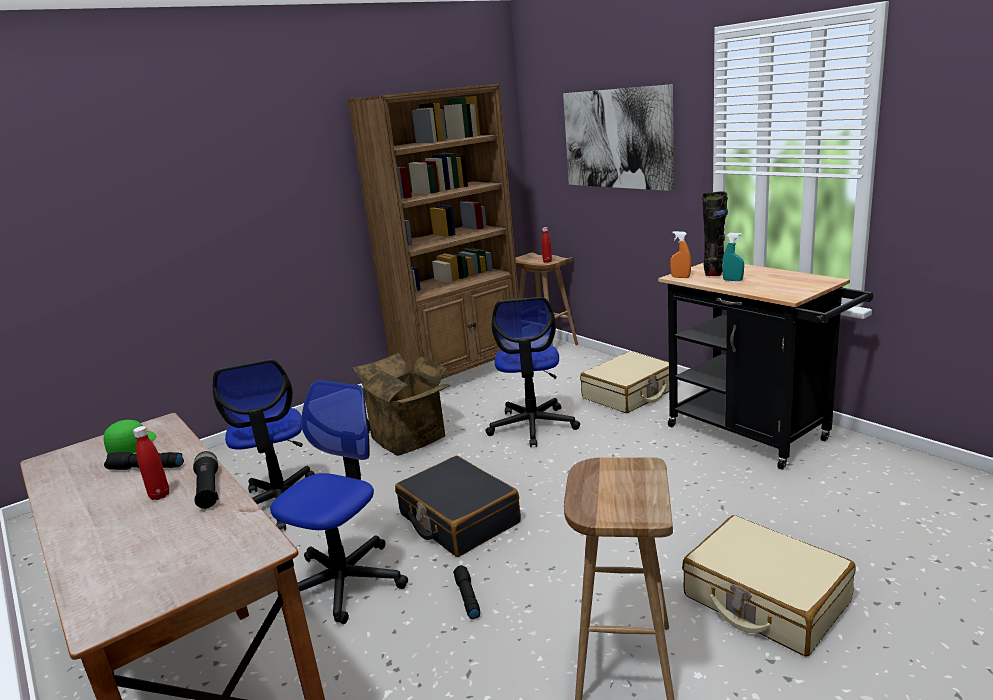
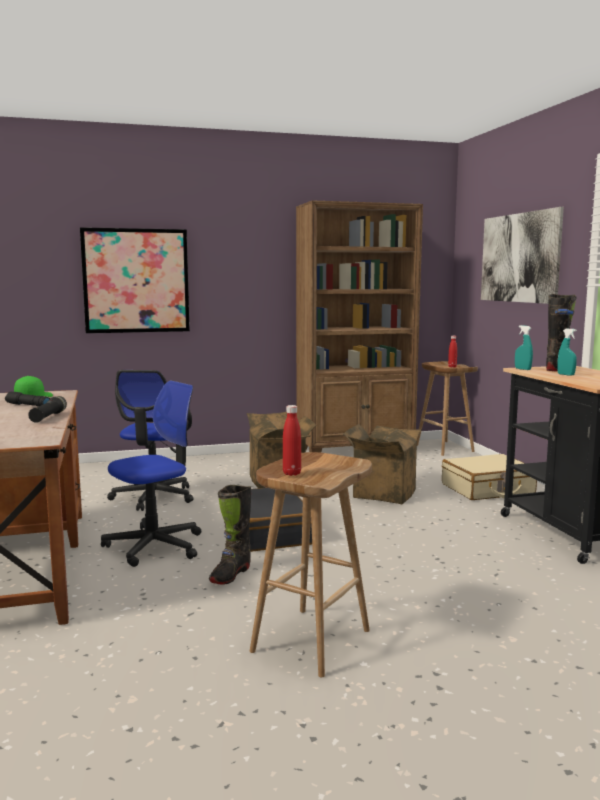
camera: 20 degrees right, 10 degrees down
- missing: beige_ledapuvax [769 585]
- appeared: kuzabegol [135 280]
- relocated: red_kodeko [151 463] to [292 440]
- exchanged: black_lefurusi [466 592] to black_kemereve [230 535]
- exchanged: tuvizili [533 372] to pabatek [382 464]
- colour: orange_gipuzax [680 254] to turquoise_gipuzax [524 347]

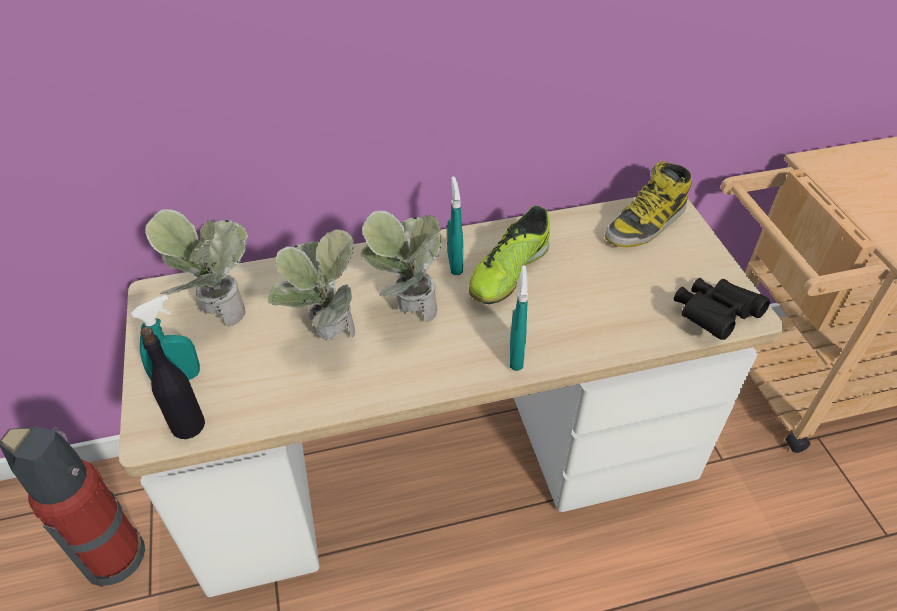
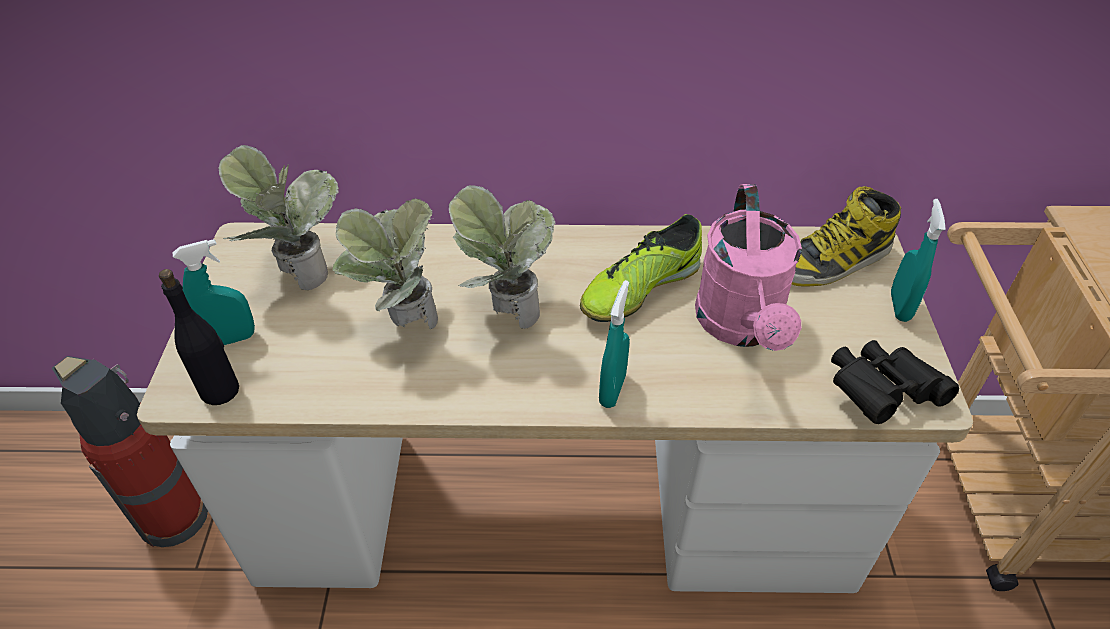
camera: 15 degrees right, 0 degrees up
- appeared: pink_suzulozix [748 267]
- relocated: turquoise_gipuzax [455 225] to [918 260]

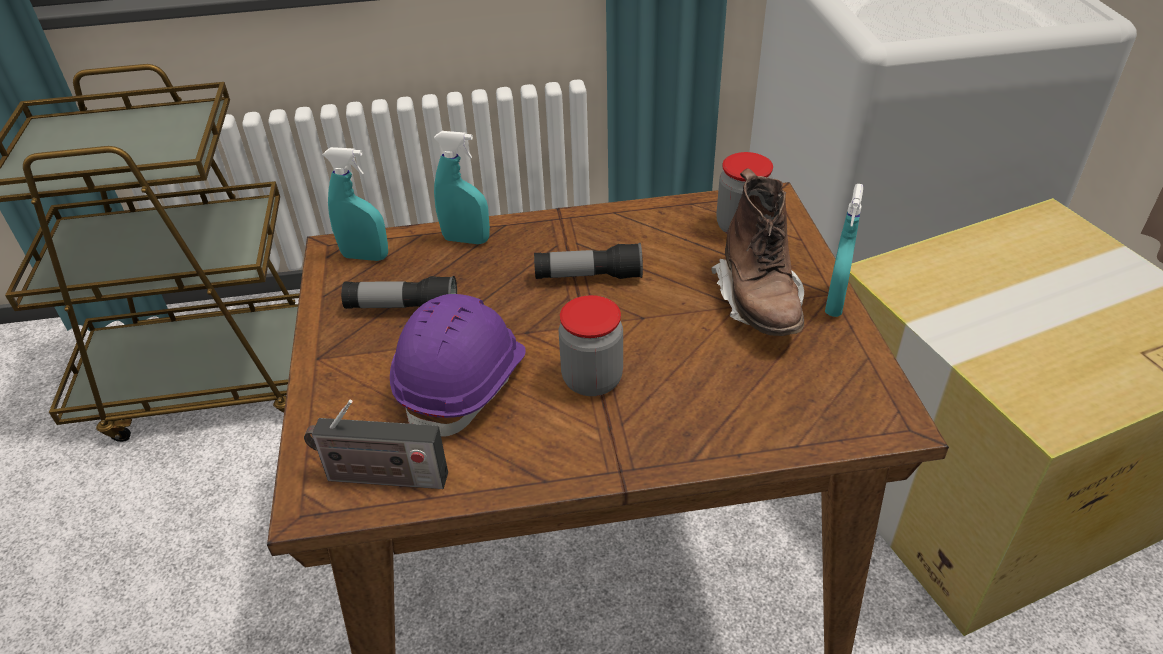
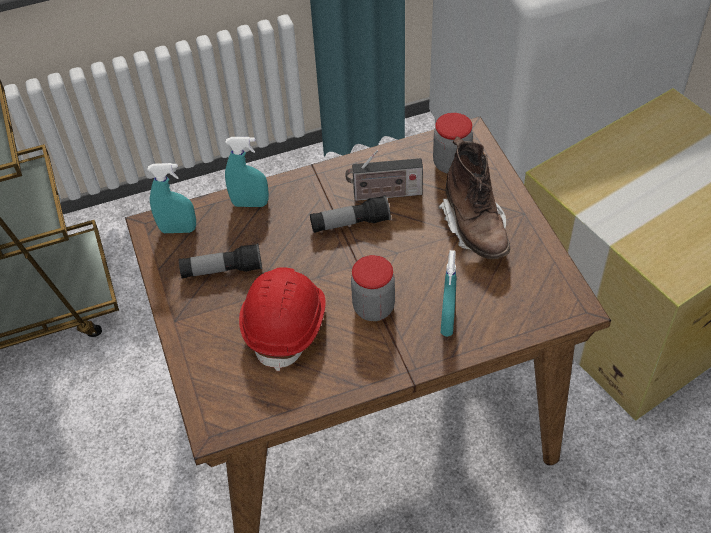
camera: 10 degrees left, 10 degrees up
- relocated: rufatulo [376 444] to [384 175]
- relocated: turquoise_gipuzax [844 250] to [448 293]
- colour: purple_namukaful [458 365] to red_namukaful [282 319]

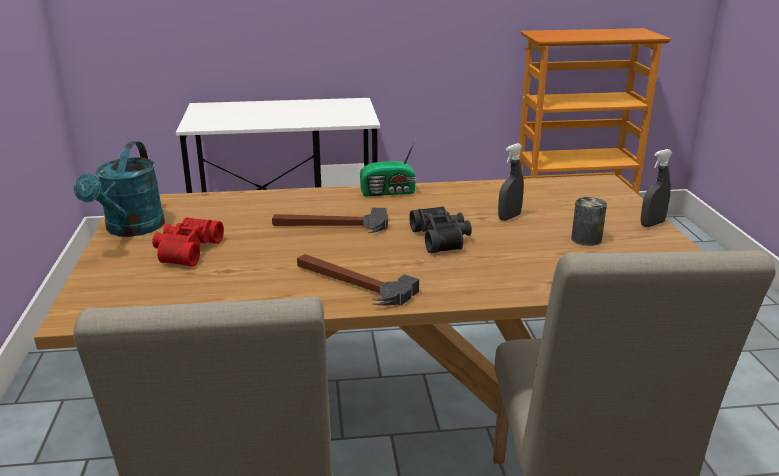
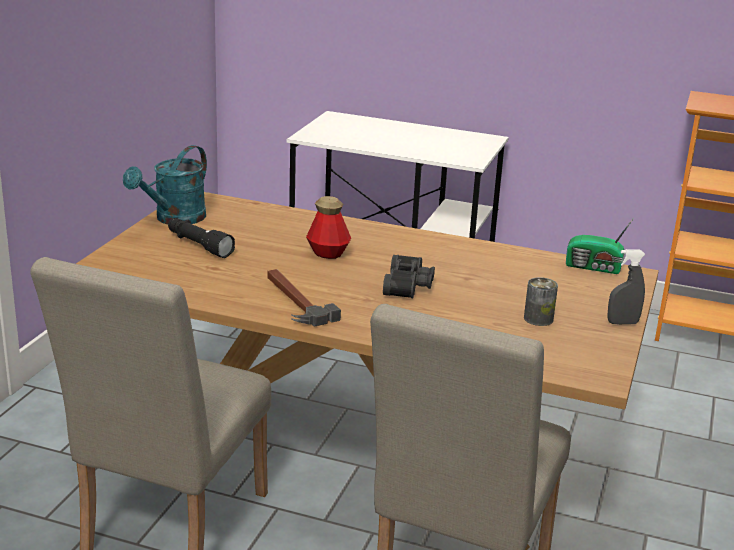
camera: 25 degrees right, 0 degrees up
- missing: grey_gipuzax [511 182]
- relocated: rufatulo [388 167] to [600 246]
- exchanged: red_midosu [188 242] to black_lefurusi [201 238]
- exchanged: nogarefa [330 220] to kodeko [328 227]

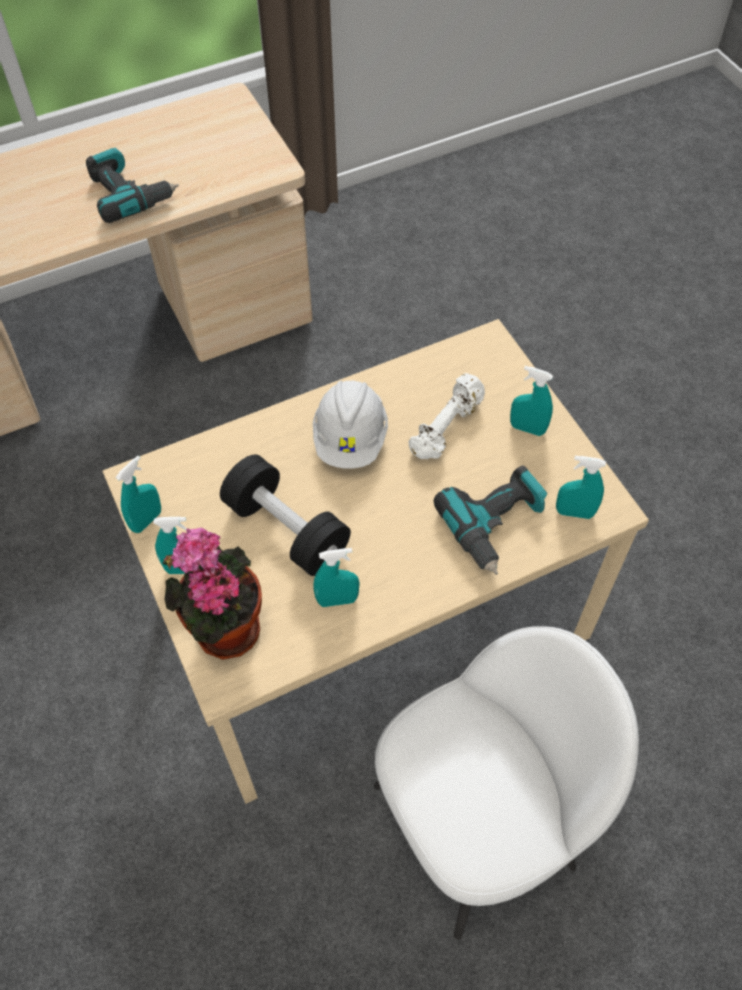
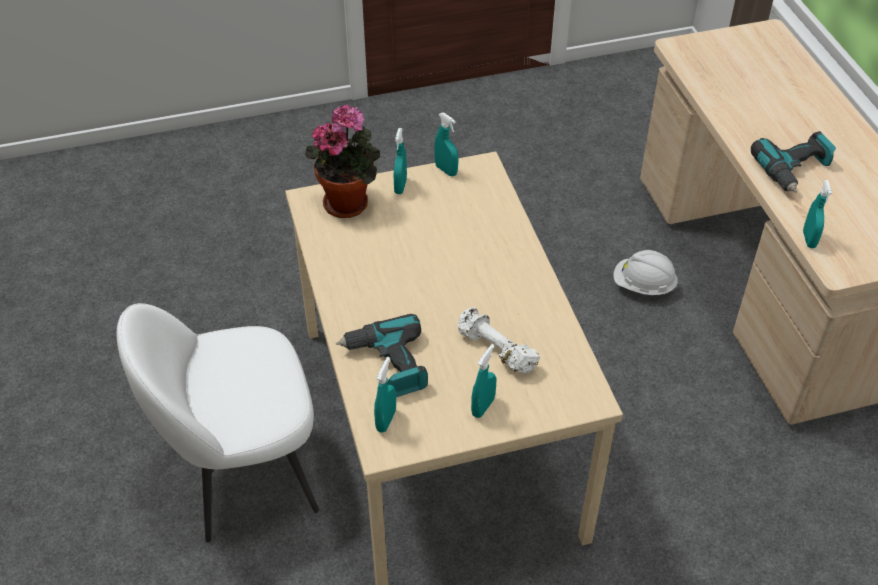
camera: 100 degrees right, 10 degrees down
- missing: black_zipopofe [285 515]
- relocated: white_namukaful [350 424] to [645 272]
- relocated: turquoise_gipuzax [336 577] to [817 214]
- spun: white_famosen [506 783] = [218 423] 90 degrees clockwise

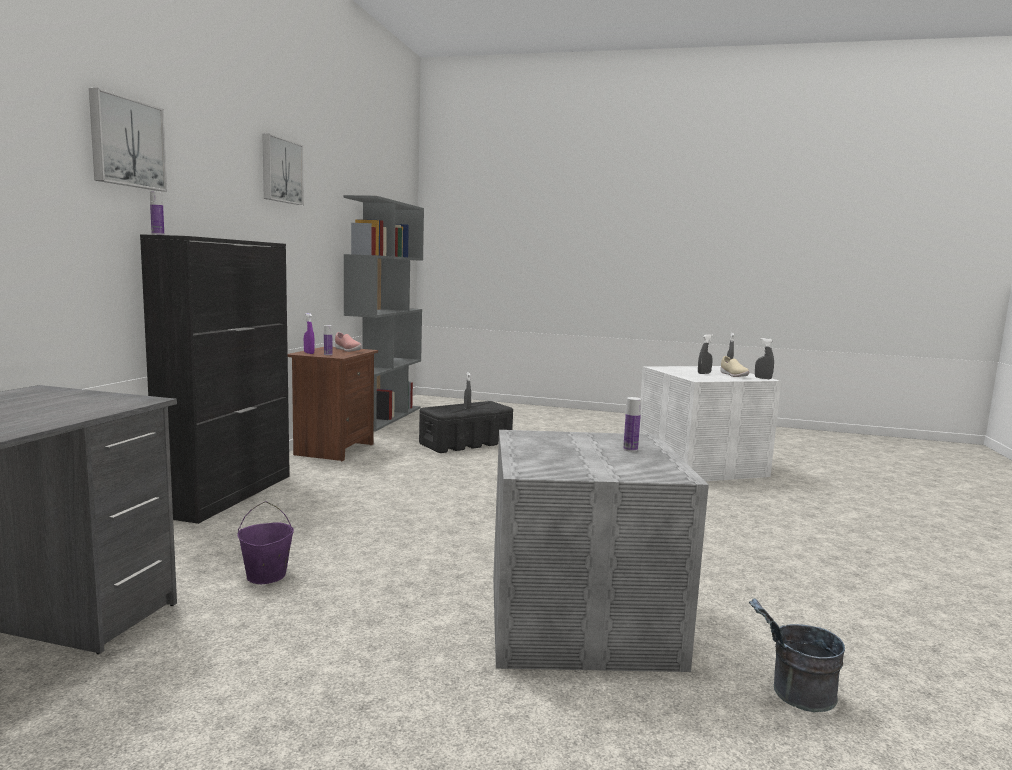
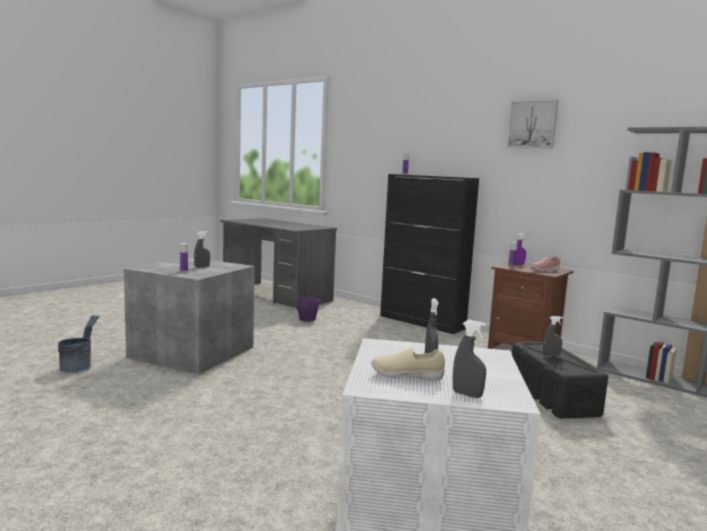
camera: 115 degrees right, 0 degrees up
- missing: kuzabegol [128 139]
- relocated: grey_gipuzax [764 358] to [202 249]

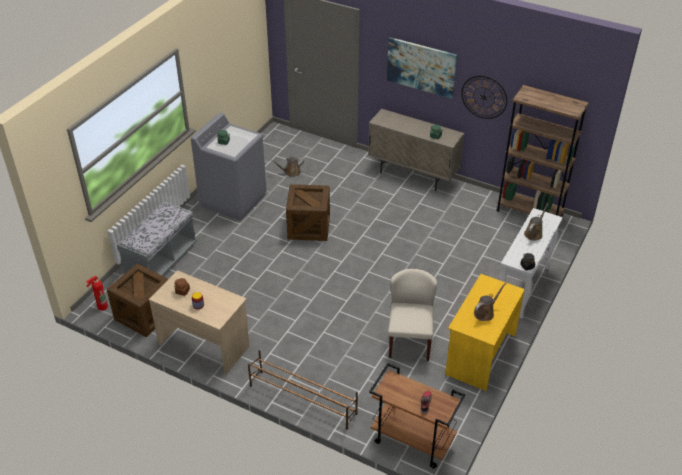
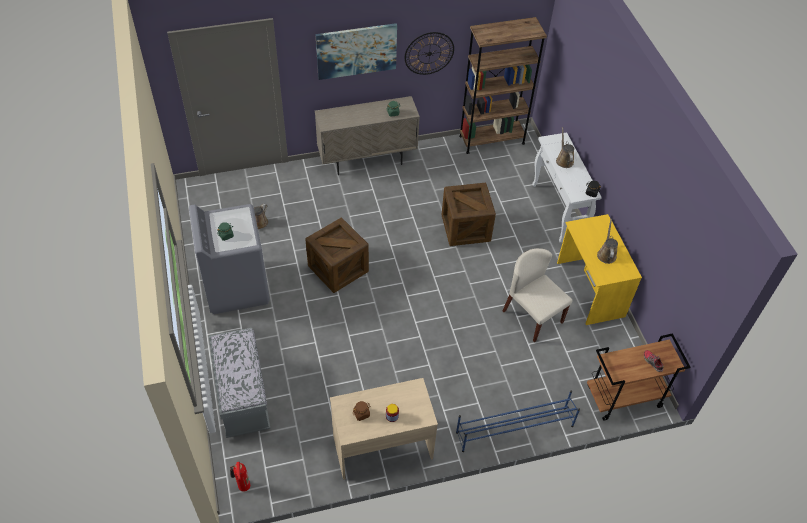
camera: 45 degrees left, 10 degrees up
- relocated: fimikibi [137 300] to [469 214]
- colour: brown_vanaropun [303 389] to blue_vanaropun [518 421]

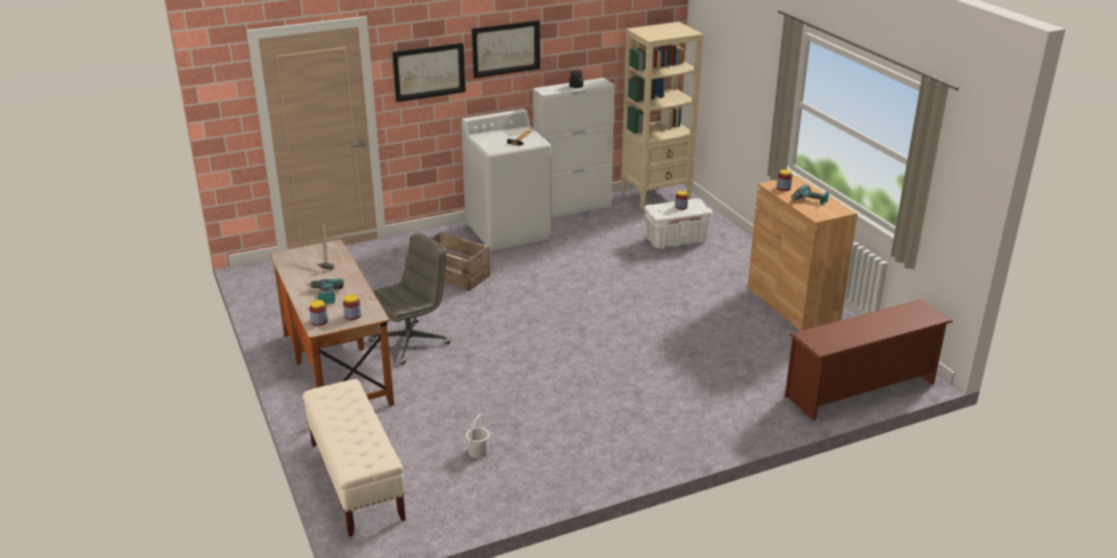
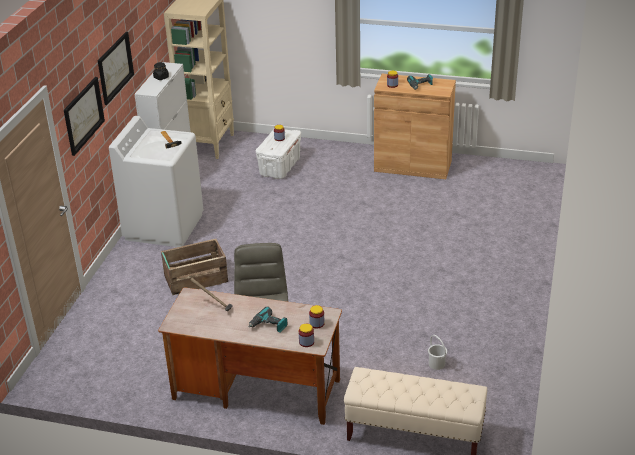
camera: 50 degrees left, 5 degrees up
- missing: brown_vanaropun [869 359]

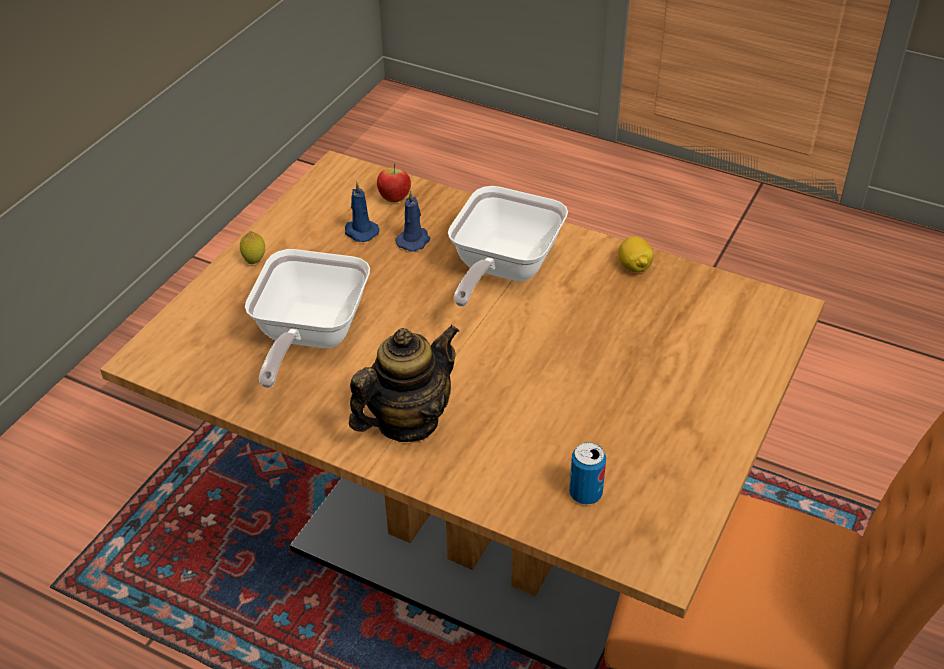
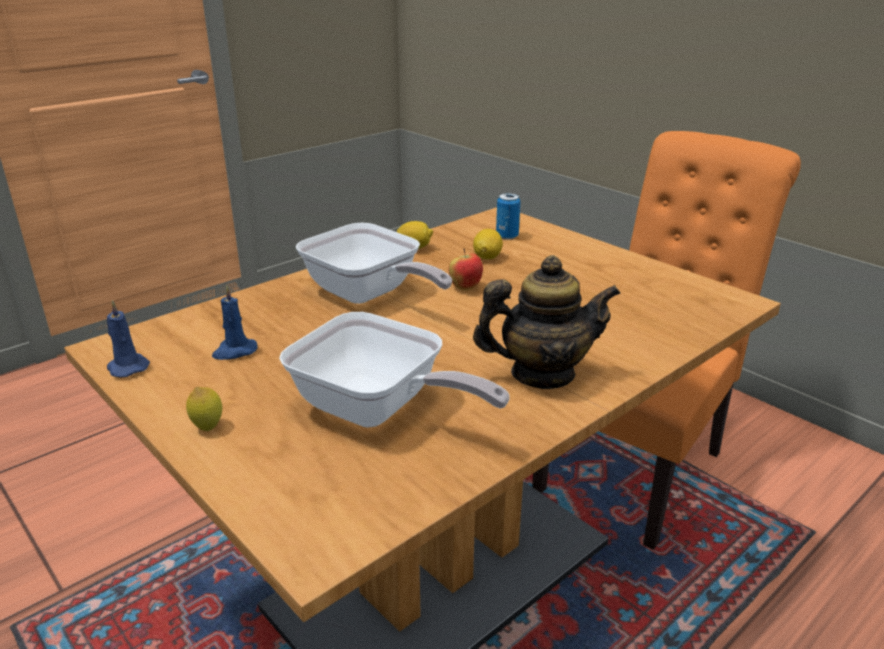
camera: 70 degrees left, 15 degrees down
- appeared: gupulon [488 244]
- relocated: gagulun [394 183] to [466 269]
- relocated: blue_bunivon [412 221] to [128 338]
- relocated: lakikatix [587 473] to [508 216]
- spun: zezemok [404 383] = [547 322] 105 degrees clockwise

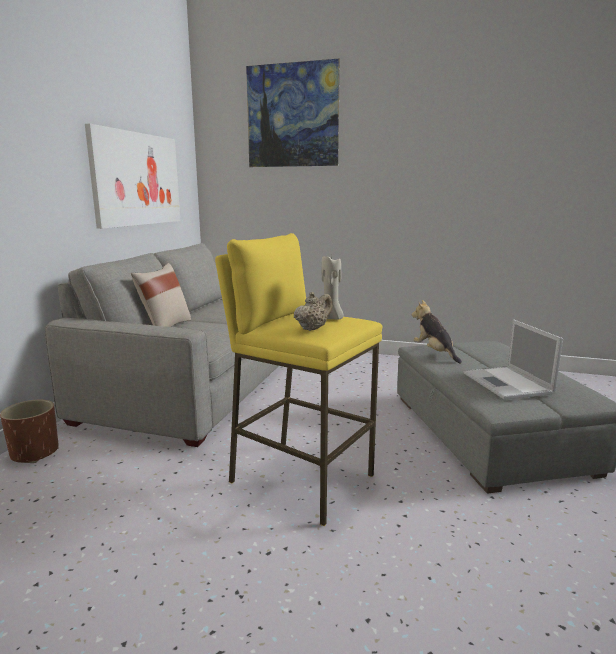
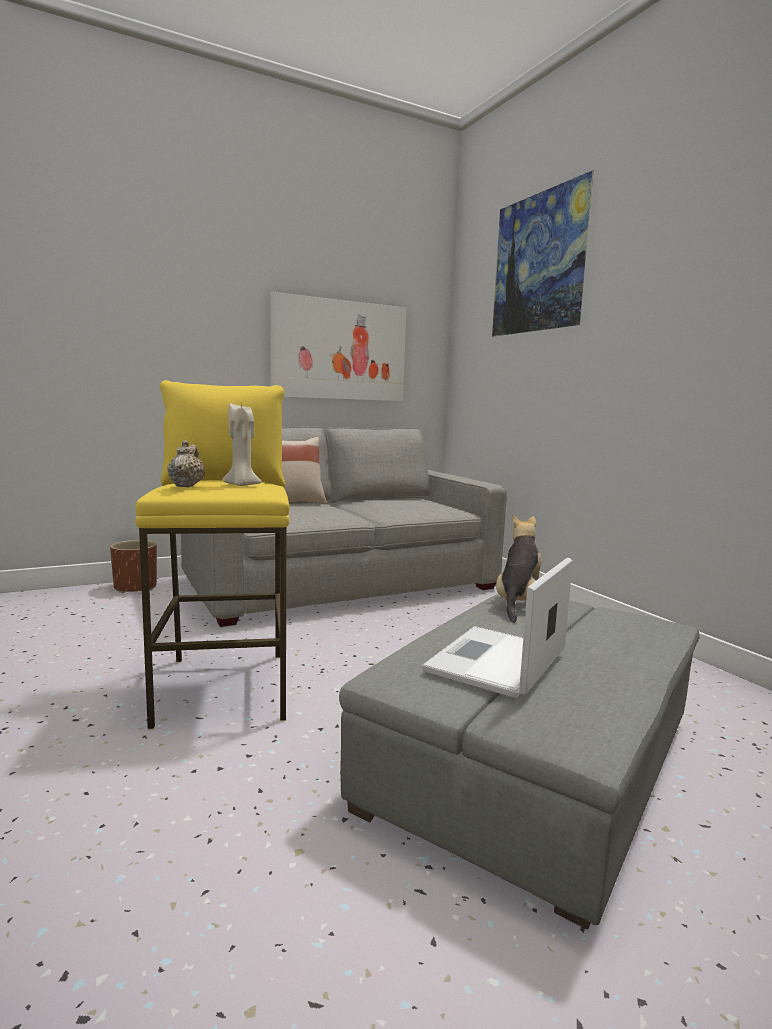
camera: 45 degrees right, 5 degrees down
- spun: beige_zezemok [313 311] = [186 463] 90 degrees counterclockwise

